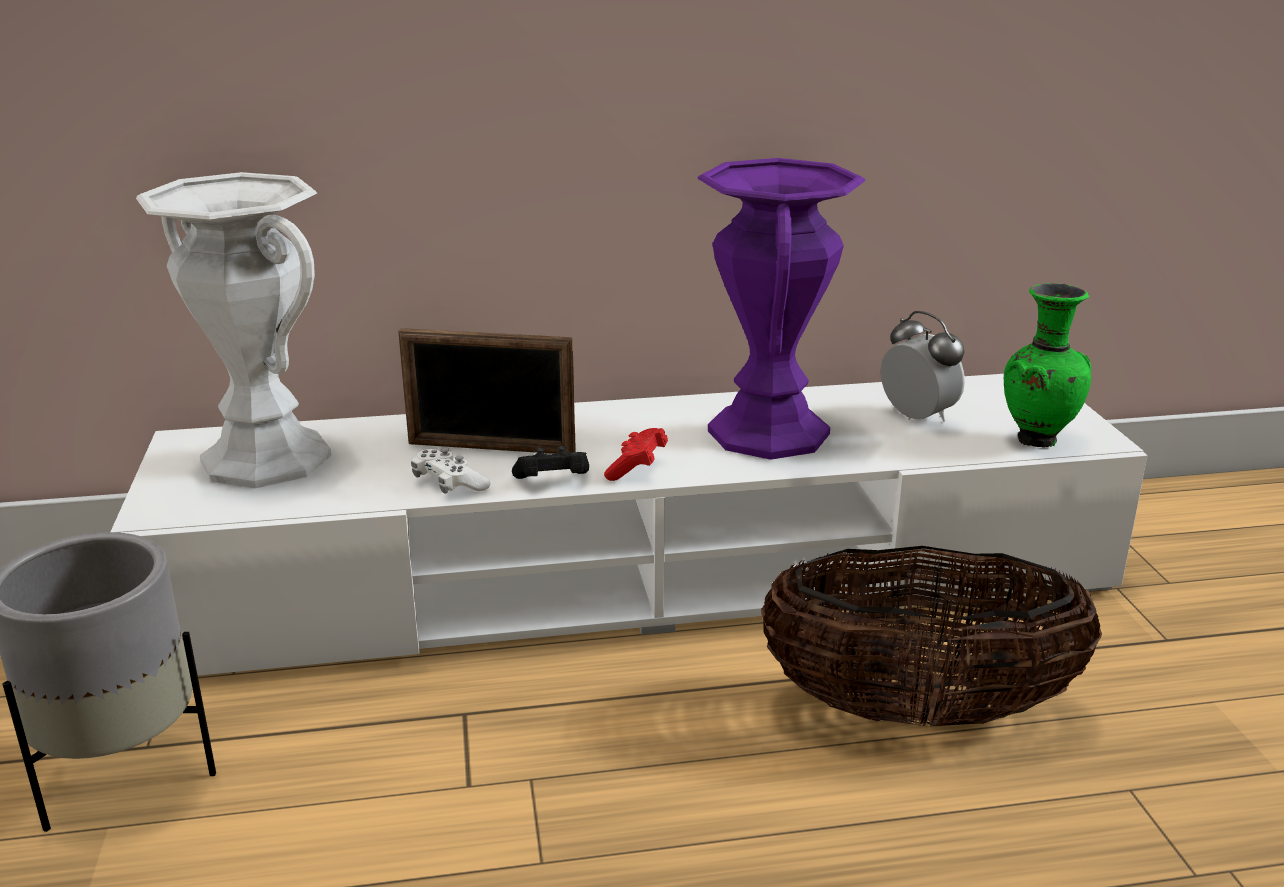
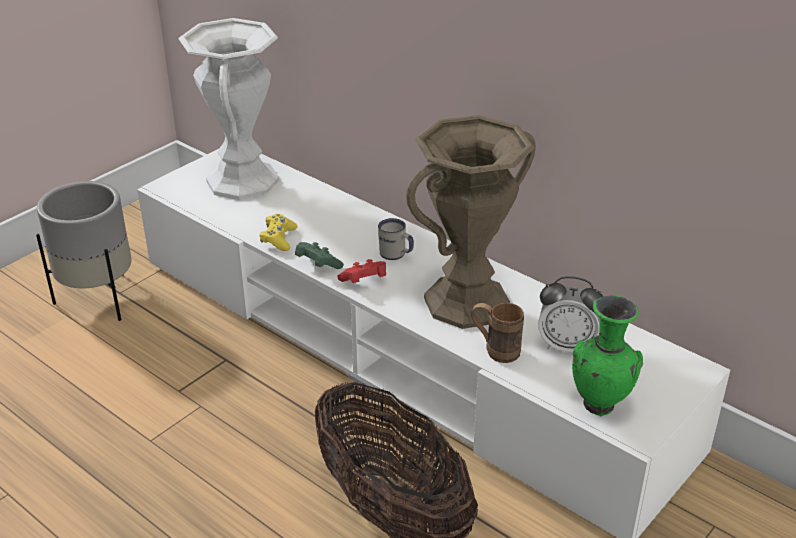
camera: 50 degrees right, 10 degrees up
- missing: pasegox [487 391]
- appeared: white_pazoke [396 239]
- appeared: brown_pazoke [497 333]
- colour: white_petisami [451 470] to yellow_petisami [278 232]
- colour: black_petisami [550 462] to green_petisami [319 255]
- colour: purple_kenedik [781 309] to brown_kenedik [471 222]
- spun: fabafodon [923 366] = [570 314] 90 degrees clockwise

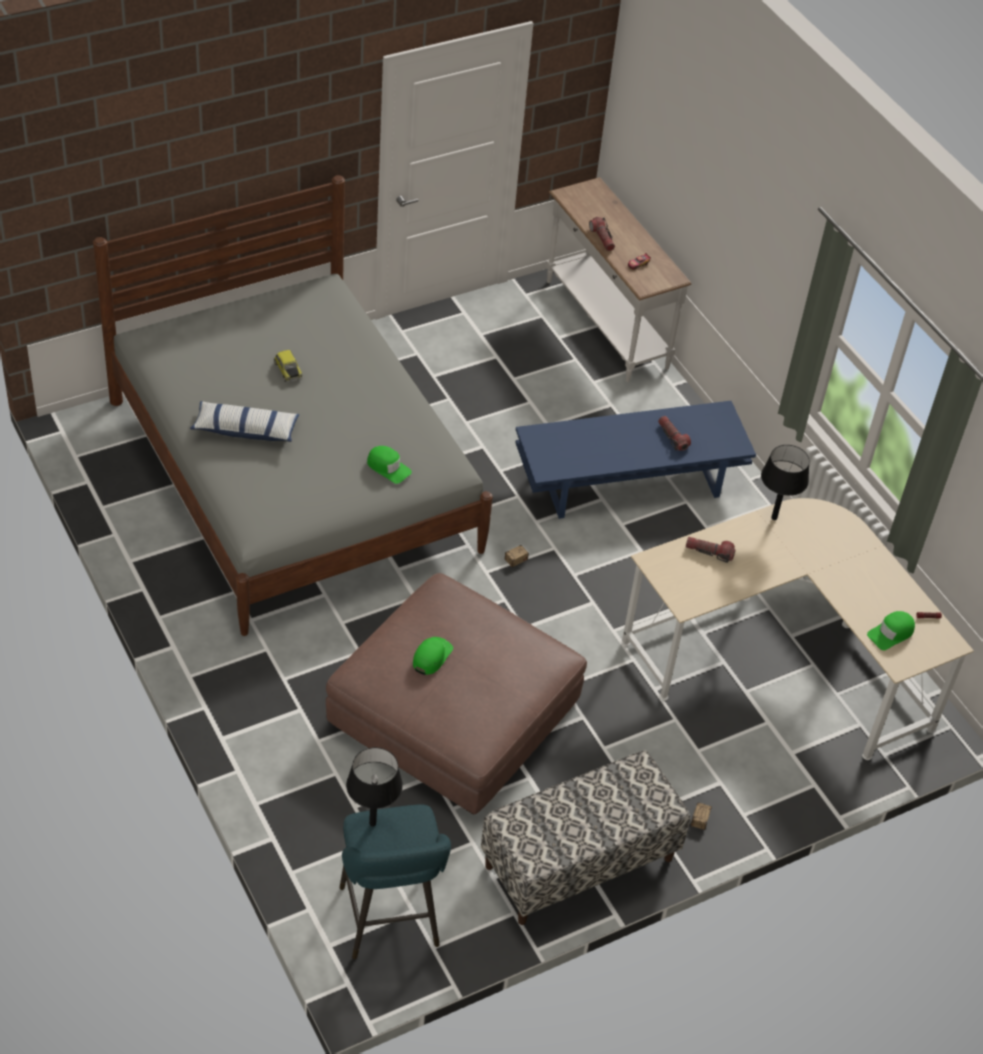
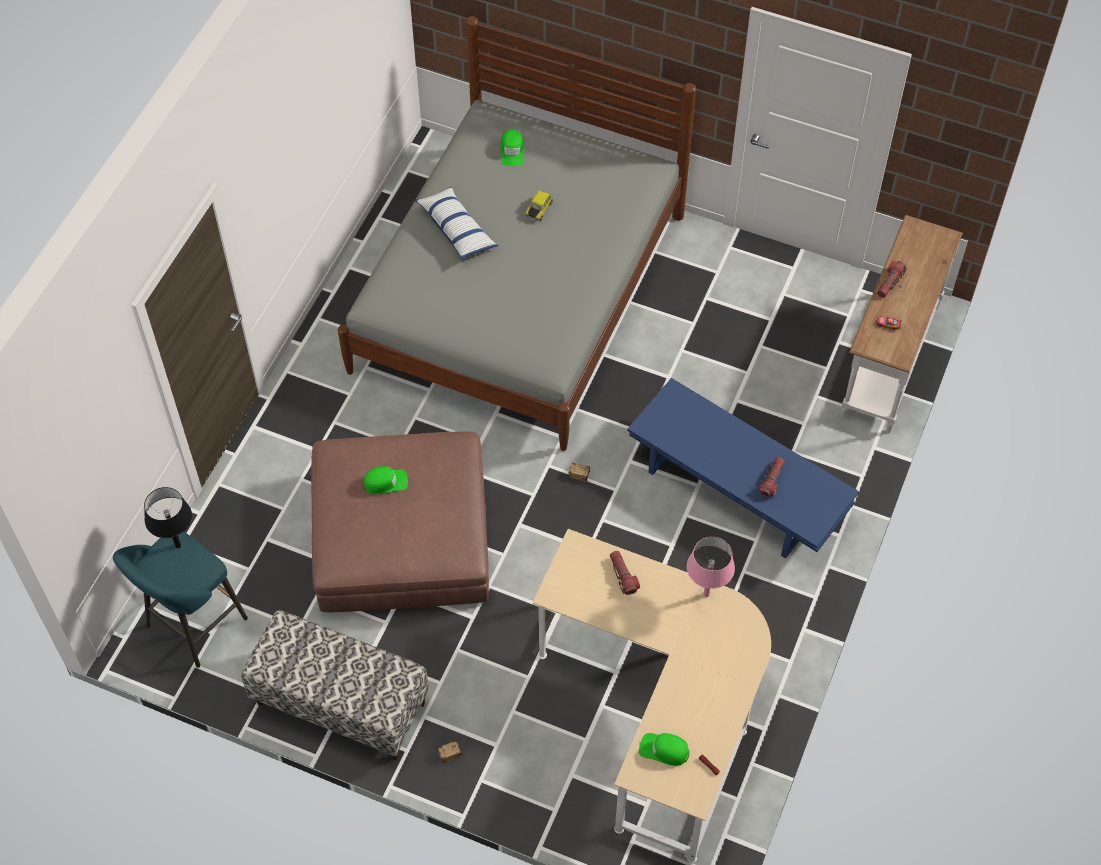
camera: 55 degrees right, 10 degrees up
- relocated: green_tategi [389 465] to [512 148]
- colour: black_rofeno [785 482] to pink_rofeno [711 567]

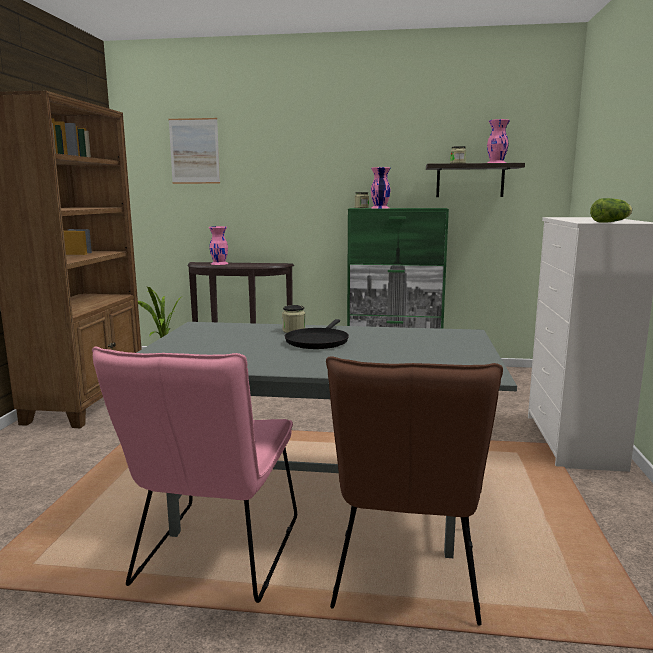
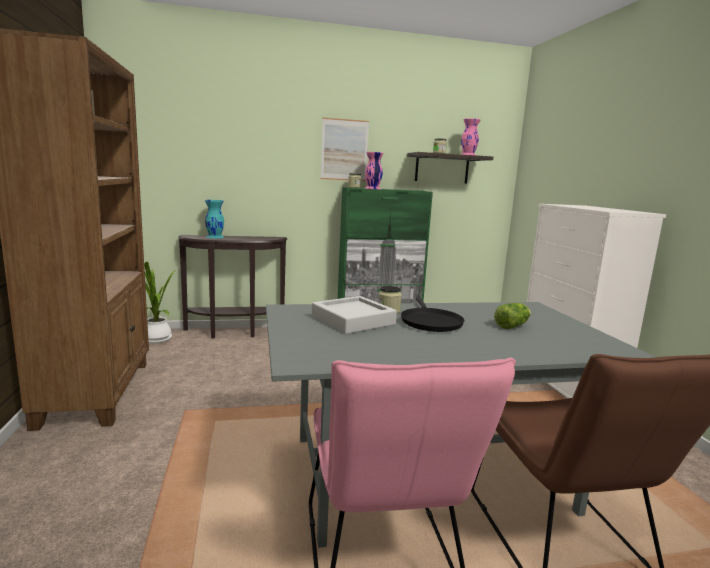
camera: 20 degrees left, 0 degrees up
- appeared: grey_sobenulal [354 315]
- relocated: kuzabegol [194 151] to [345 149]
- relocated: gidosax [611 210] to [512 316]
- colour: pink_kenedik [219 245] to turquoise_kenedik [214 219]

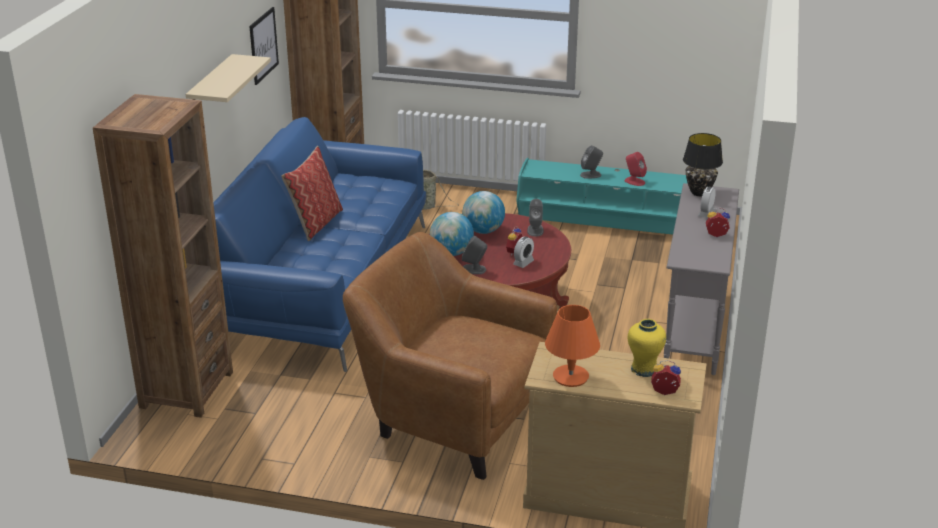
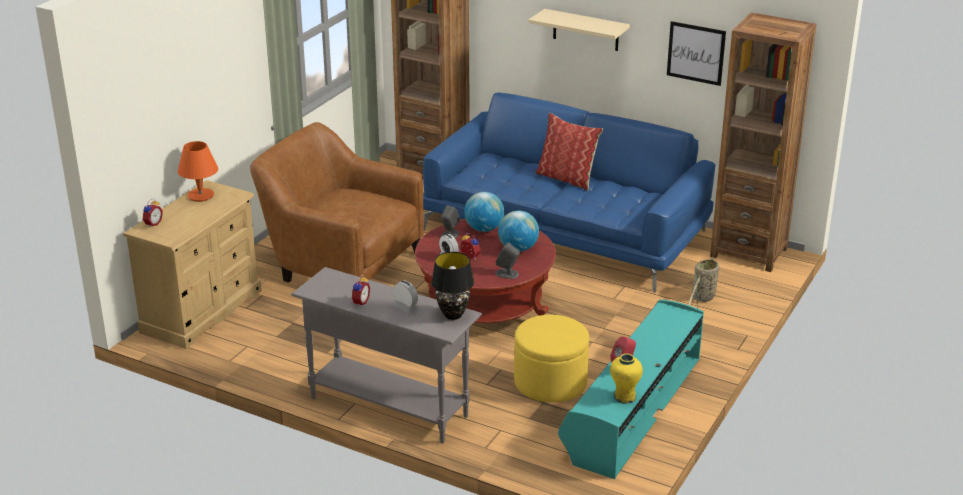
camera: 105 degrees right, 0 degrees up
- missing: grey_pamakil [591 162]
- appeared: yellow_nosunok [551 359]
- relocated: yellow_kenedik [647 348] to [626 379]
- spun: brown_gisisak [450 356] = [337 202] 105 degrees counterclockwise

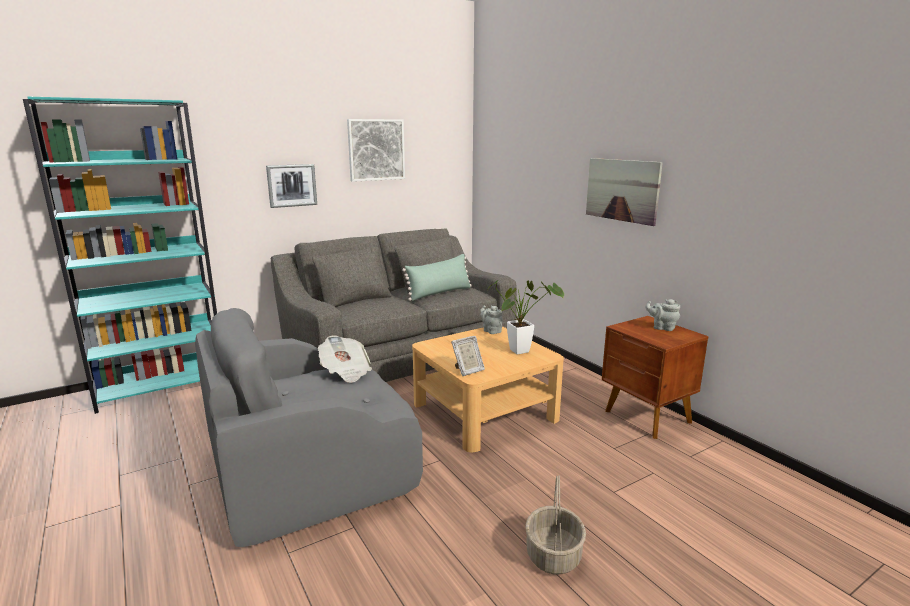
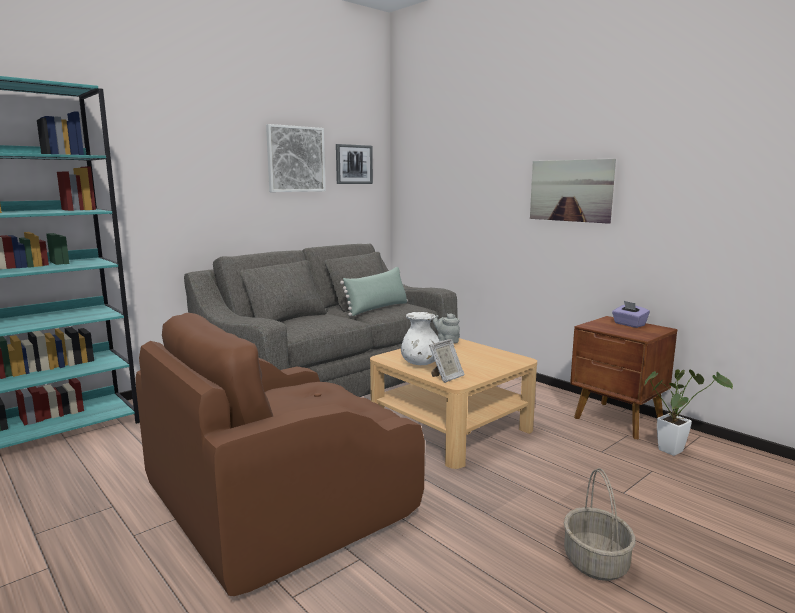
camera: 10 degrees left, 5 degrees down
- missing: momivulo [345 359]
- appeared: white_kenedik [420 338]
- relocated: kuzabegol [291 186] to [354 164]
- relocated: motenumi [526 317] to [689 412]
- exchanged: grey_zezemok [662 315] to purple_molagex [631 314]
- colour: grey_gisisak [309 427] to brown_gisisak [280 454]

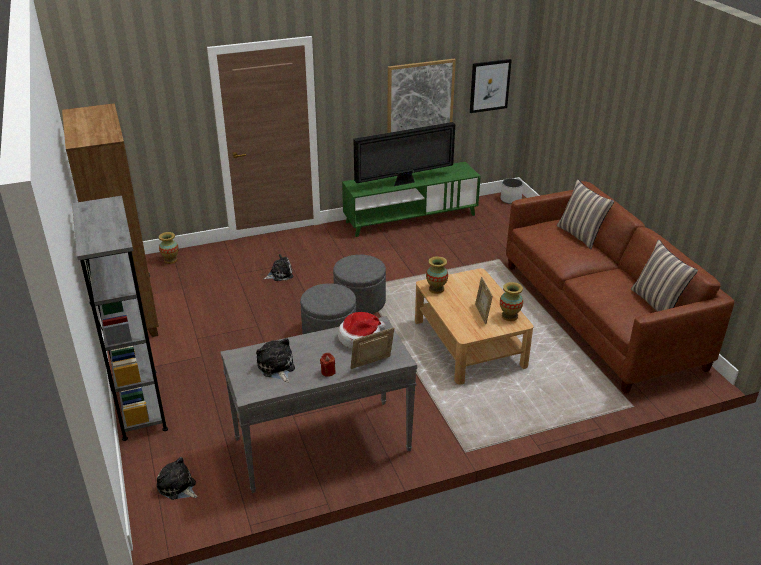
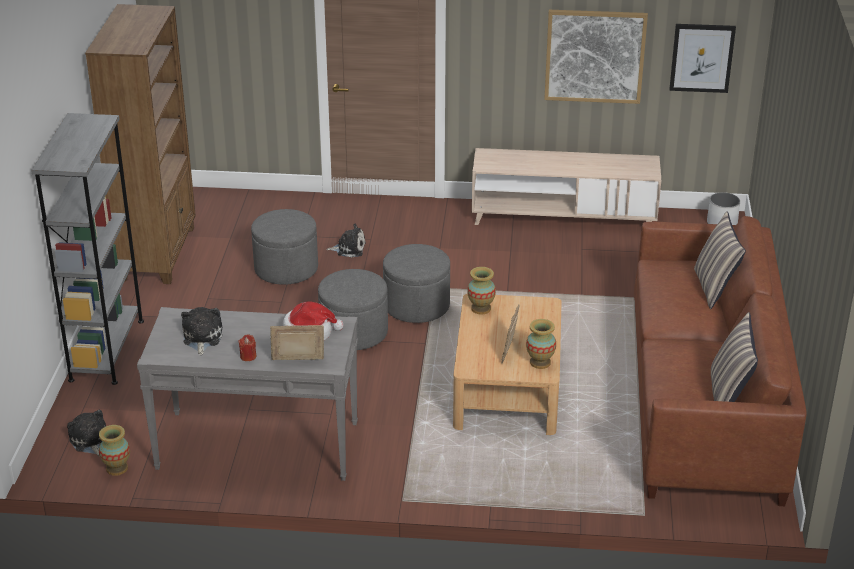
camera: 25 degrees right, 0 degrees up
- missing: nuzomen [404 154]
- appeared: grey_nosunok [284 247]
- relocated: kenedik [169 248] to [114 450]
- colour: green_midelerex [411 199] to beige_midelerex [566 186]

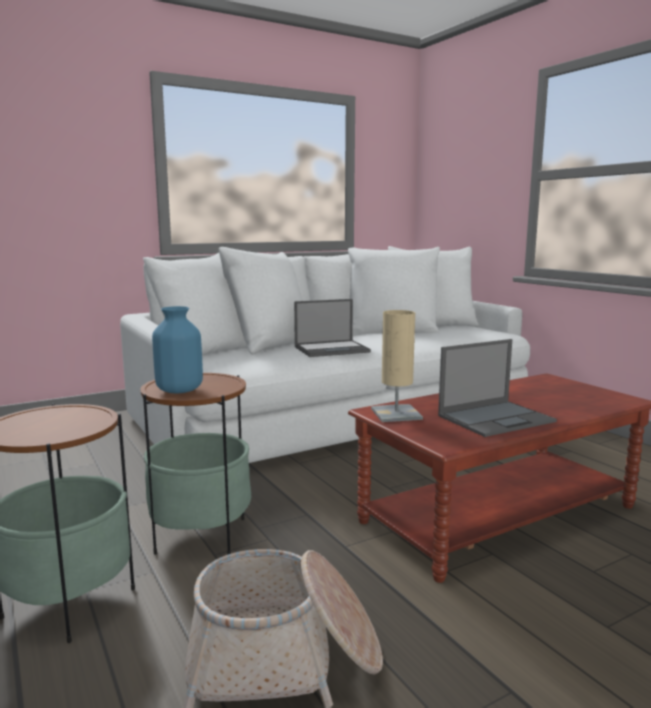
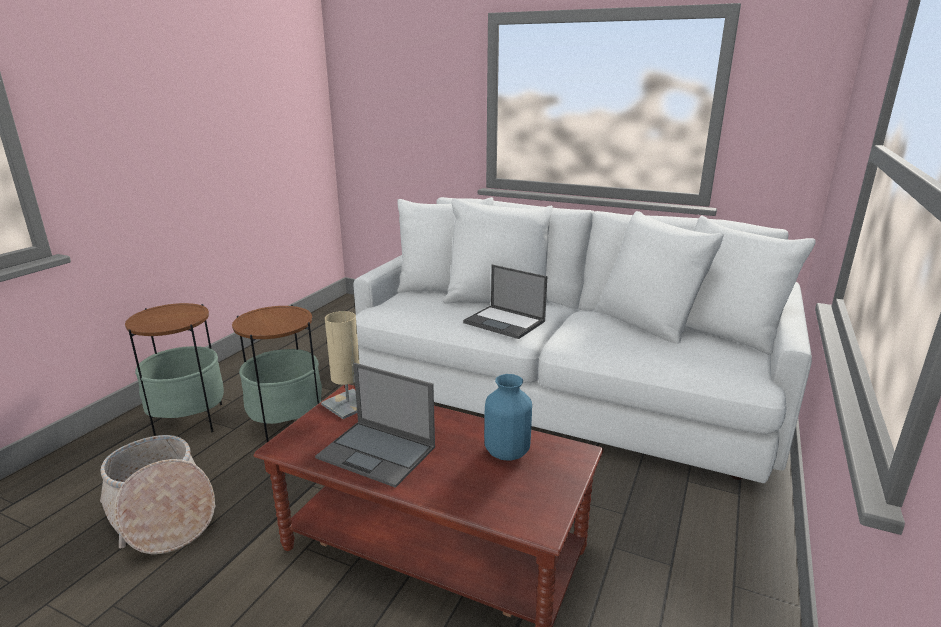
camera: 55 degrees right, 10 degrees up
- relocated: blue_kenedik [177 349] to [508 417]

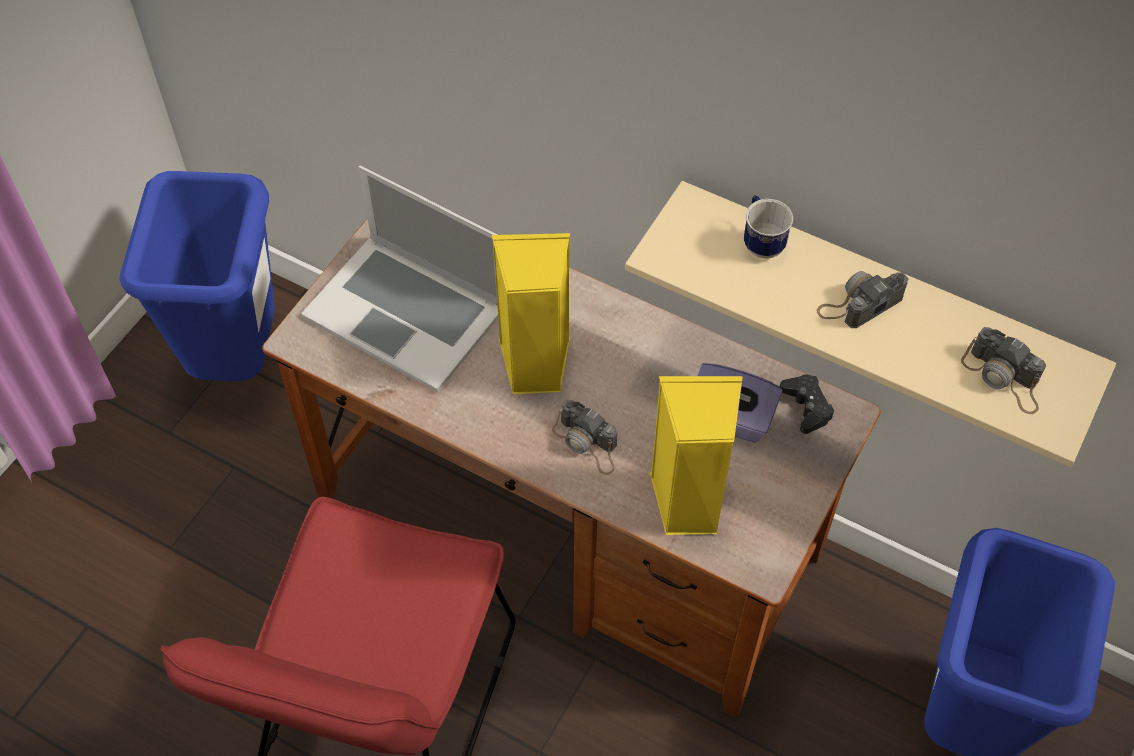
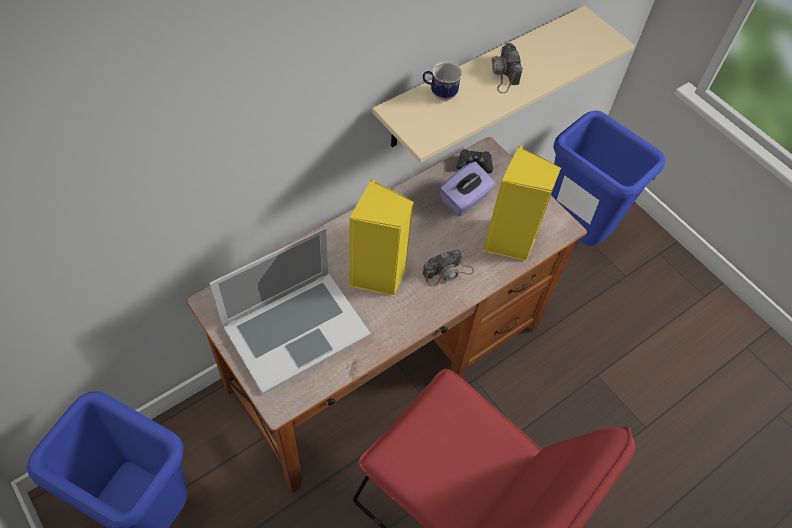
camera: 70 degrees left, 0 degrees up
- missing: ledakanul [1003 370]

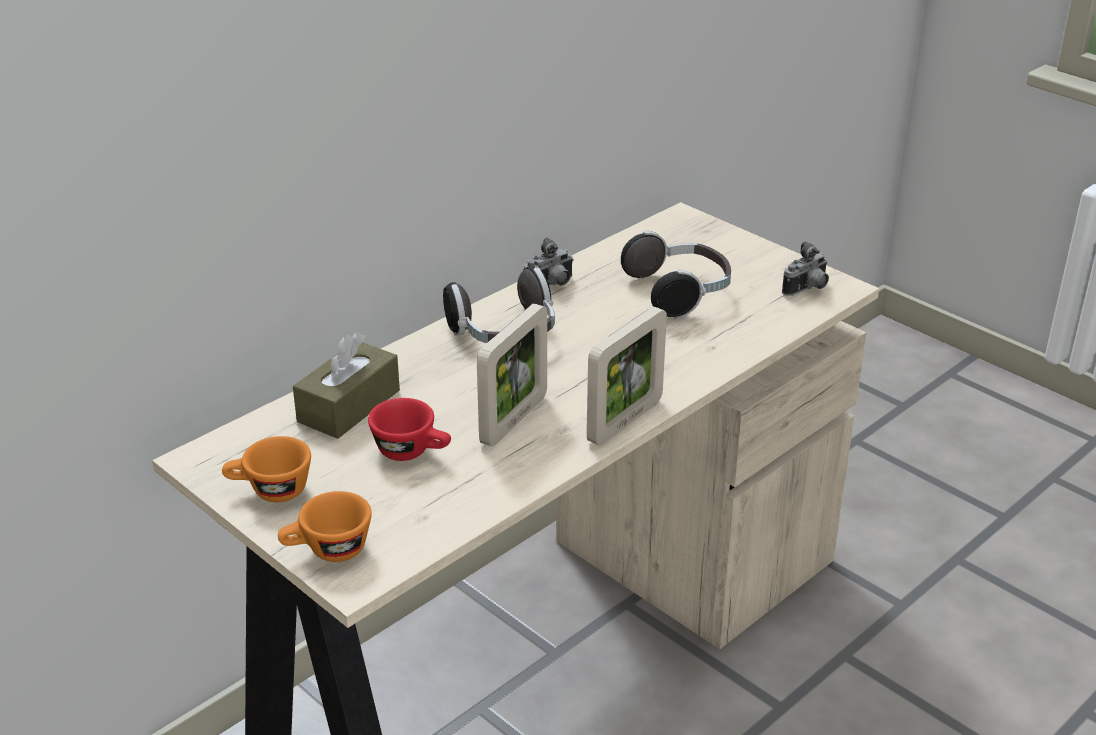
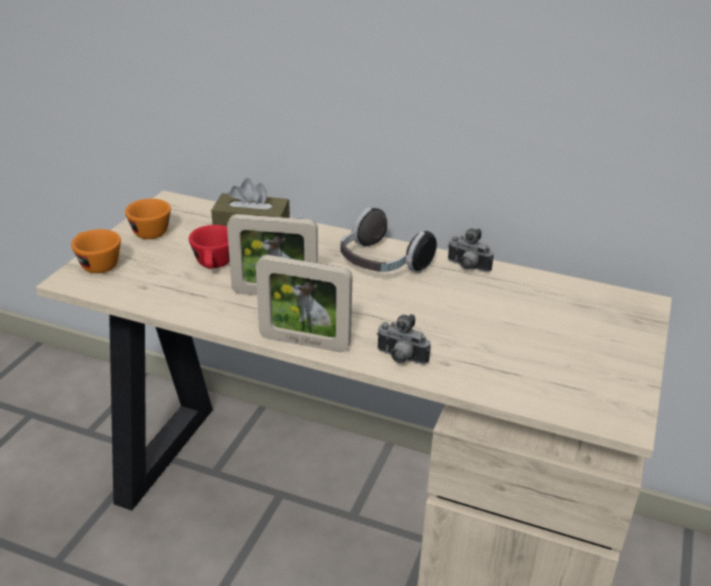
camera: 65 degrees right, 0 degrees up
- missing: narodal [676 275]
- relocated: ledakanul [805 268] to [404 339]

